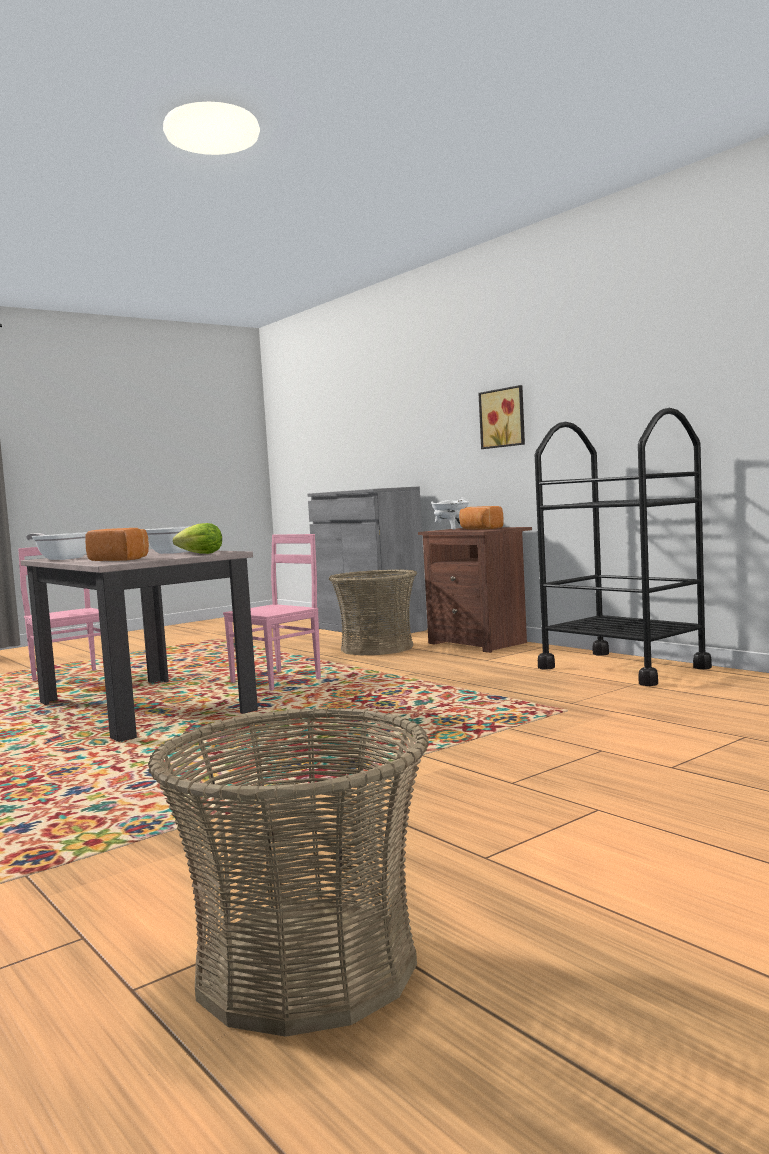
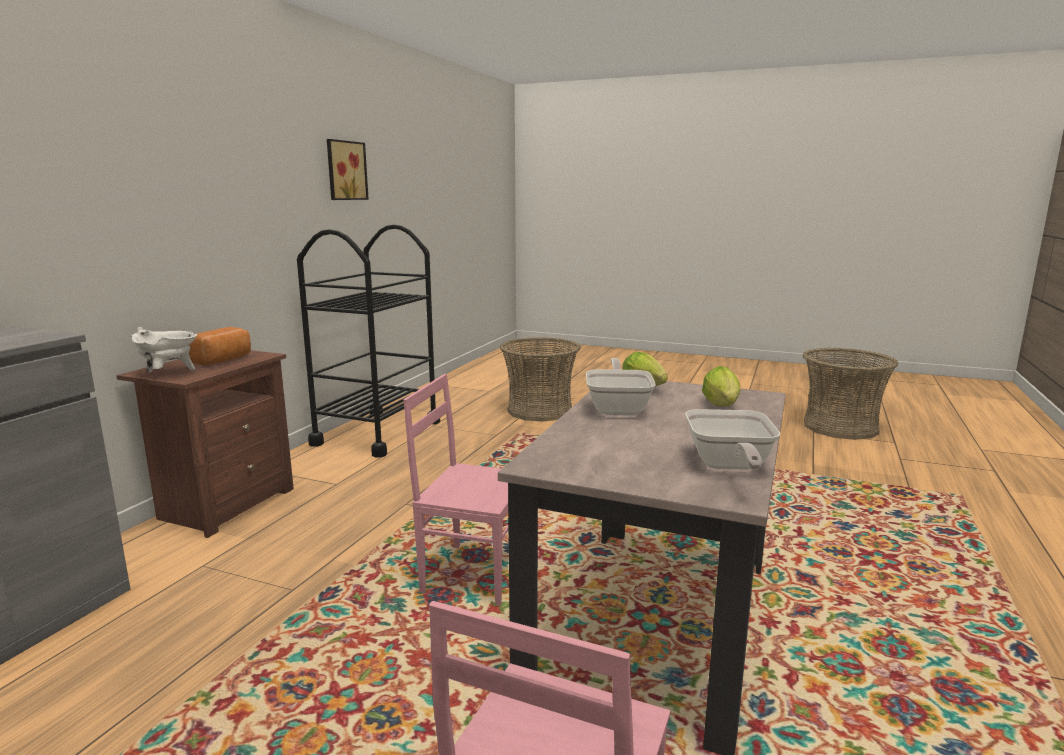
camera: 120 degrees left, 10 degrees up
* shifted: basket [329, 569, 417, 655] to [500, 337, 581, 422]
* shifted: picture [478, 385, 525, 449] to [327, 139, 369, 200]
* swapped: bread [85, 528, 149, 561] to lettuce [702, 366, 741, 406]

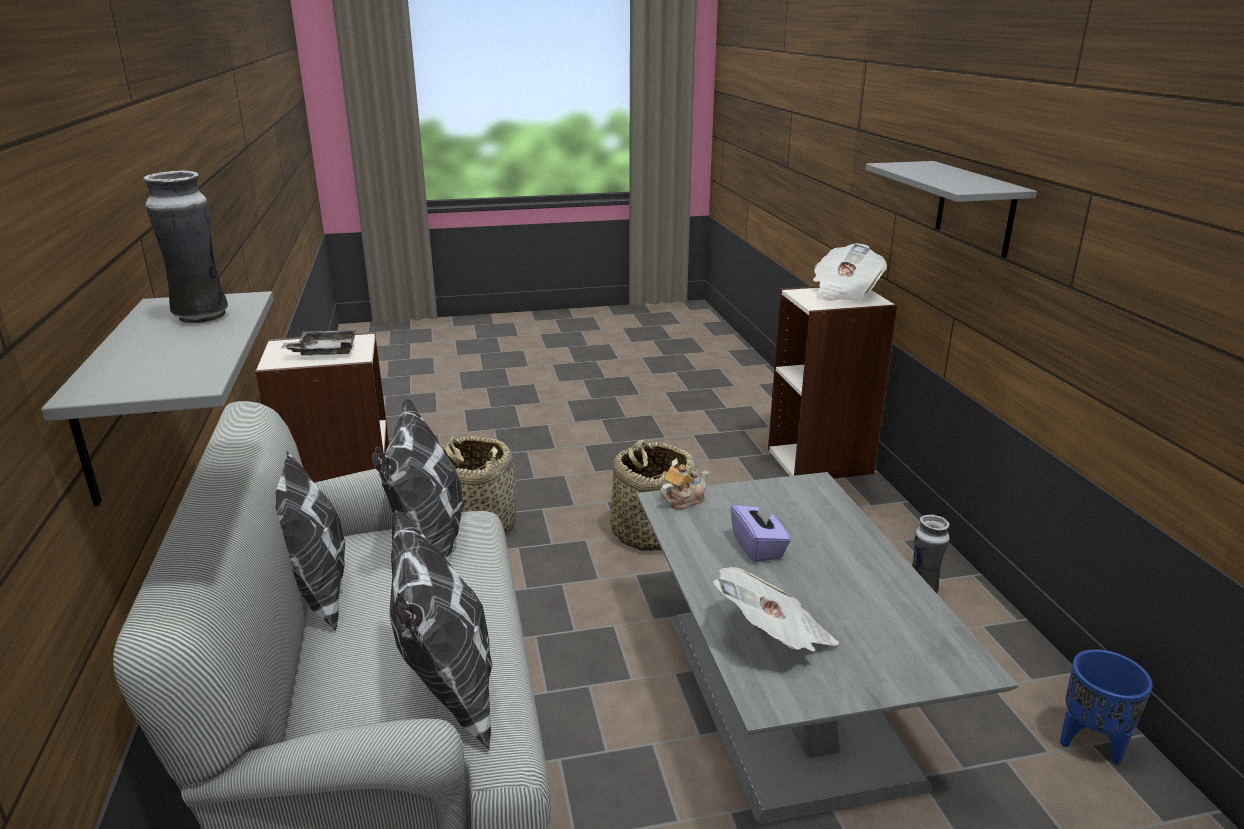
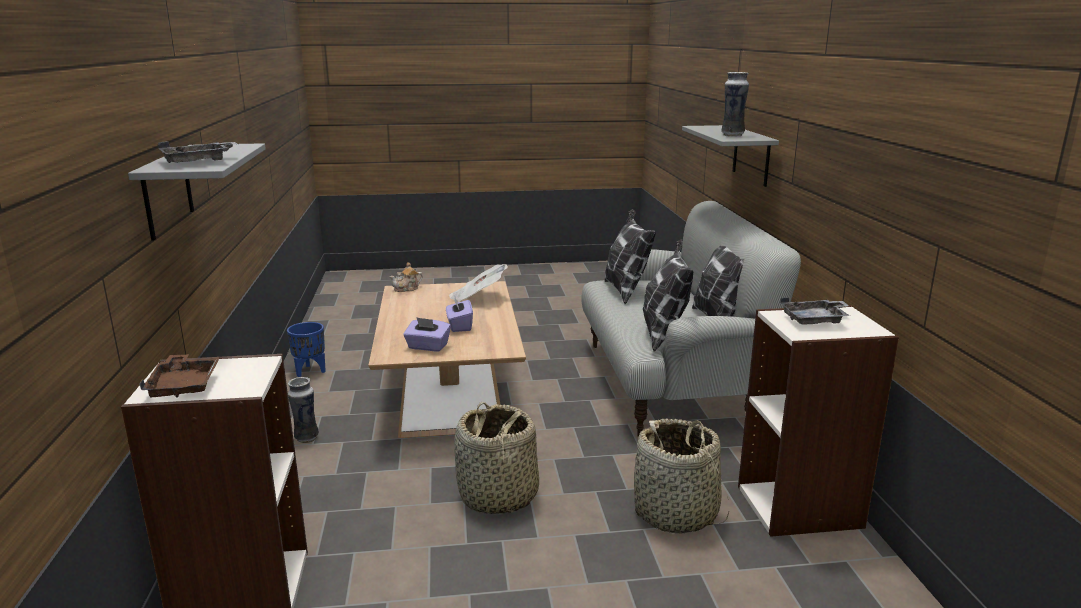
camera: 175 degrees left, 5 degrees down
* new: grey tray [158, 141, 237, 163]
* new: purple tissue box [403, 317, 451, 352]
* shifted: teapot [660, 464, 709, 510] to [390, 262, 423, 292]
* swapped: newspaper [813, 243, 887, 301] to brown tray [139, 354, 220, 398]
* repainted: grey coffee table [637, 472, 1019, 824] to brown coffee table [368, 281, 526, 438]

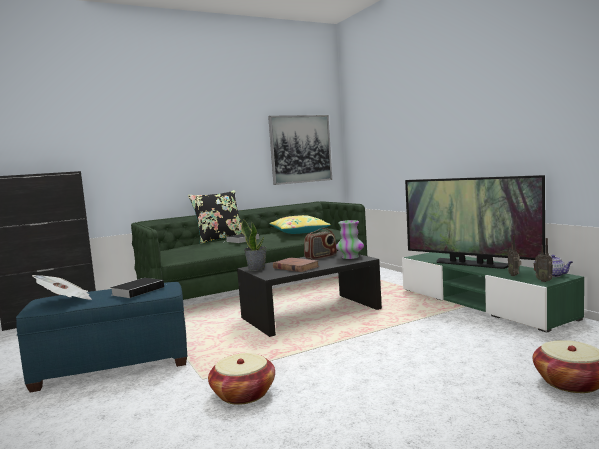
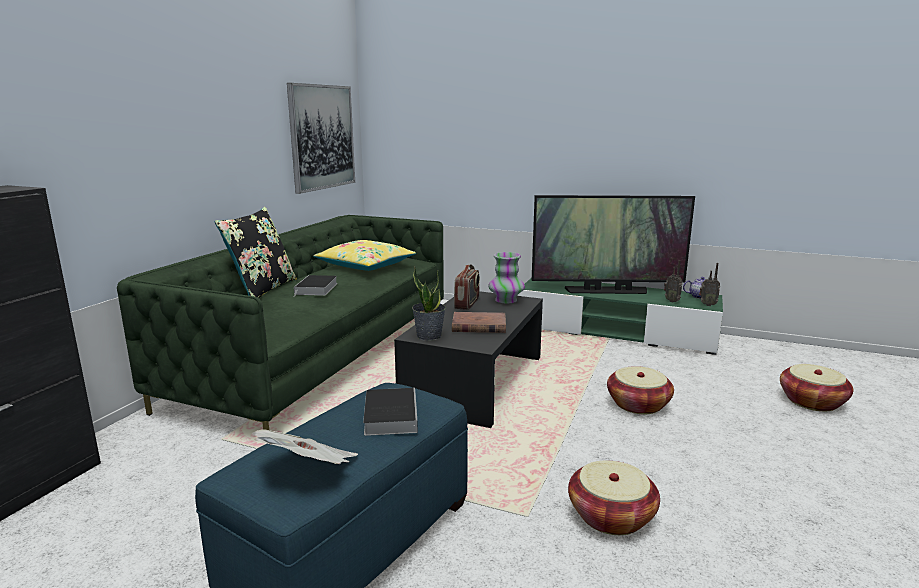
camera: 40 degrees left, 10 degrees up
* new: basket [607, 366, 674, 414]

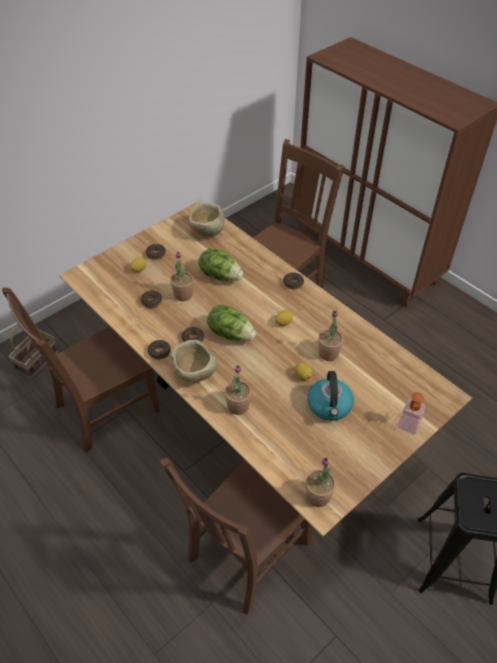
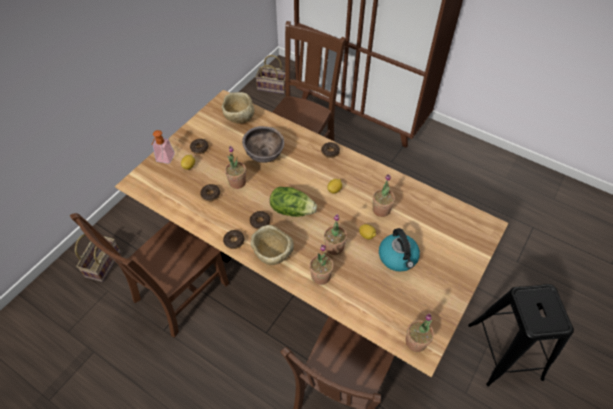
camera: 15 degrees left, 5 degrees up
* new: basket [255, 55, 285, 94]
* new: potted plant [324, 214, 347, 255]
* shifted: soap dispenser [397, 392, 425, 434] to [152, 130, 175, 164]
* swapped: lettuce [198, 248, 244, 281] to brown bowl [242, 126, 284, 163]

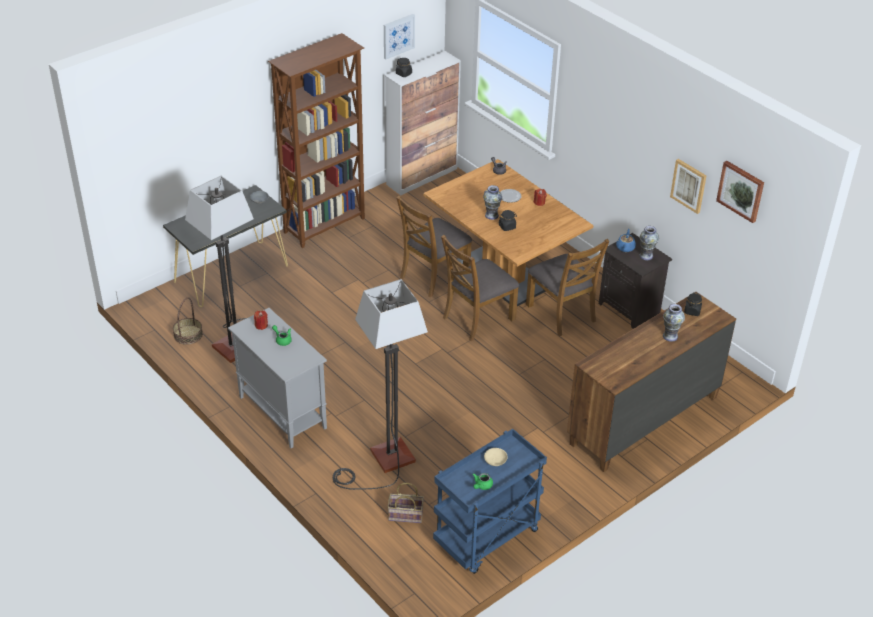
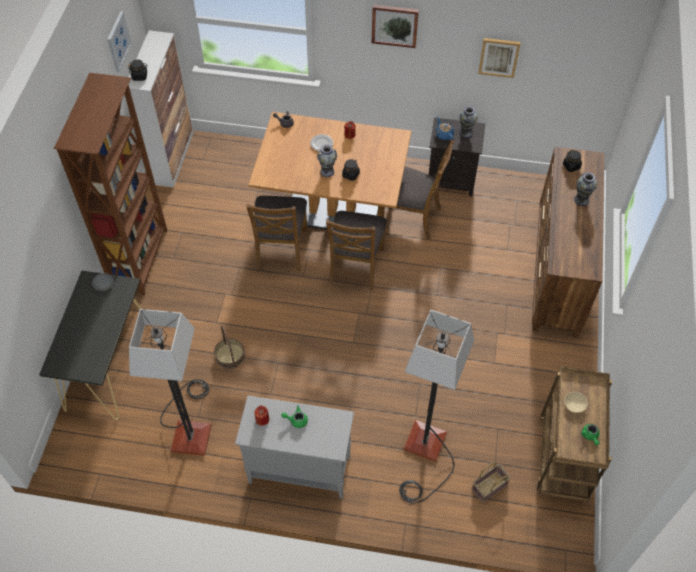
camera: 40 degrees left, 15 degrees up
* shifted: basket [173, 297, 203, 345] to [214, 325, 245, 369]
* shifted: picture [716, 161, 764, 223] to [372, 4, 419, 48]
* repainted: blue cart [433, 429, 547, 574] to brown cart [537, 367, 612, 502]

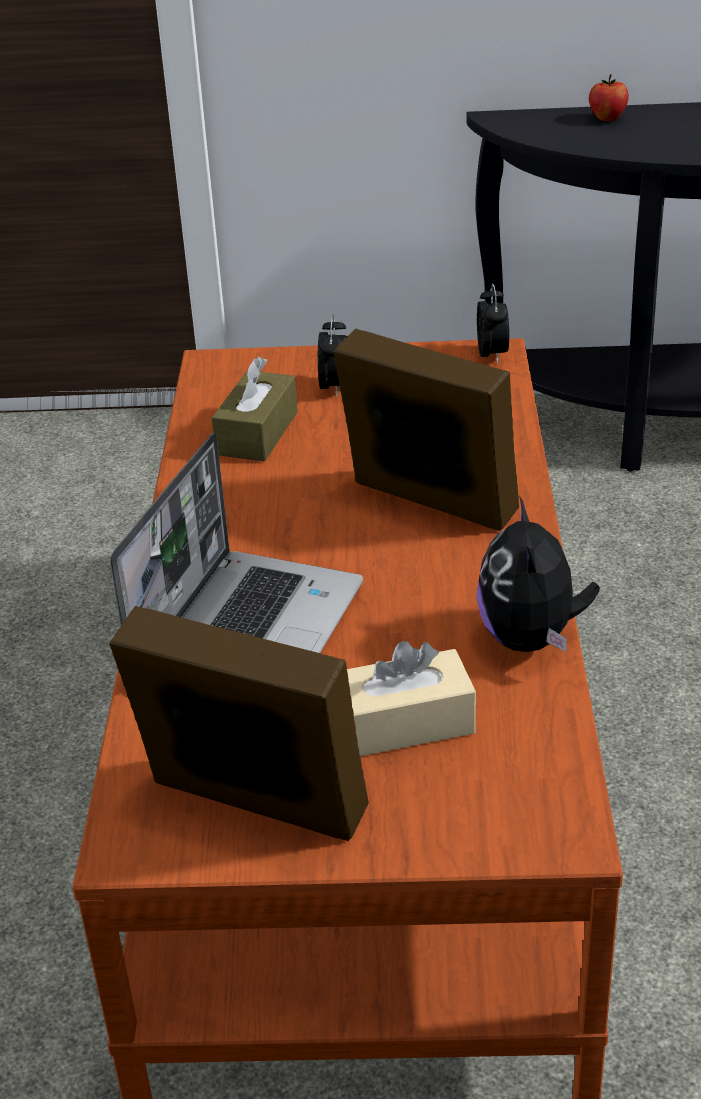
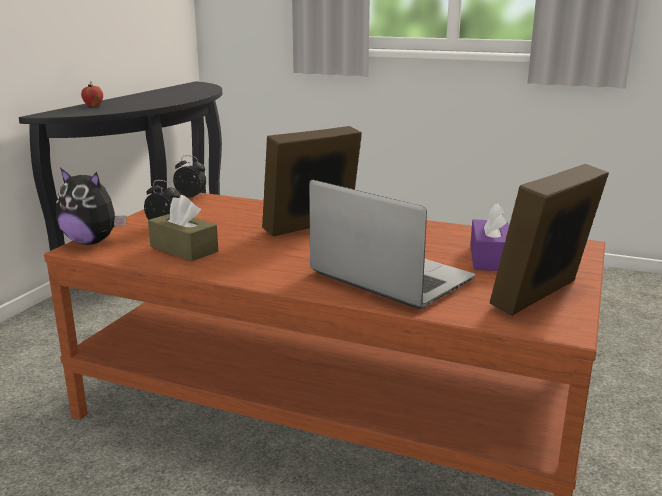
camera: 70 degrees left, 15 degrees down
* shifted: plush toy [476, 496, 600, 652] to [56, 168, 126, 245]
* repainted: beige tissue box [347, 641, 476, 756] to purple tissue box [470, 203, 509, 271]

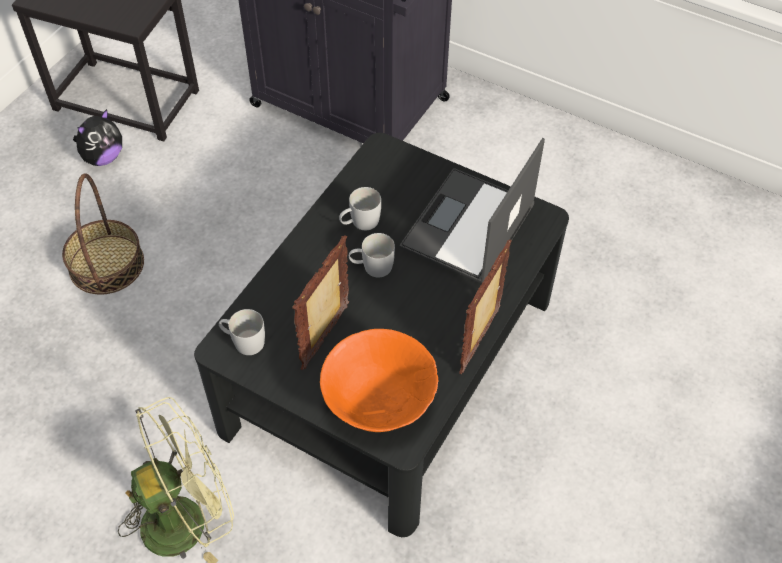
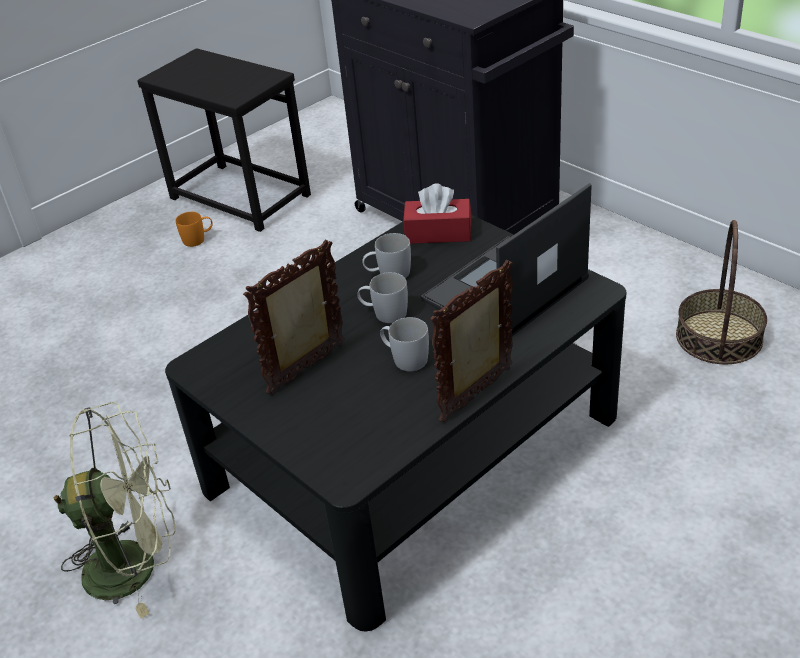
camera: 20 degrees right, 15 degrees down
* gone: orange bowl [320, 329, 439, 432]
* new: red tissue box [403, 184, 471, 244]
* shifted: basket [62, 173, 144, 295] to [676, 220, 767, 365]
* shifted: white mug [219, 309, 265, 355] to [380, 317, 429, 371]
* swapped: plush toy [73, 109, 122, 166] to orange mug [176, 212, 213, 247]

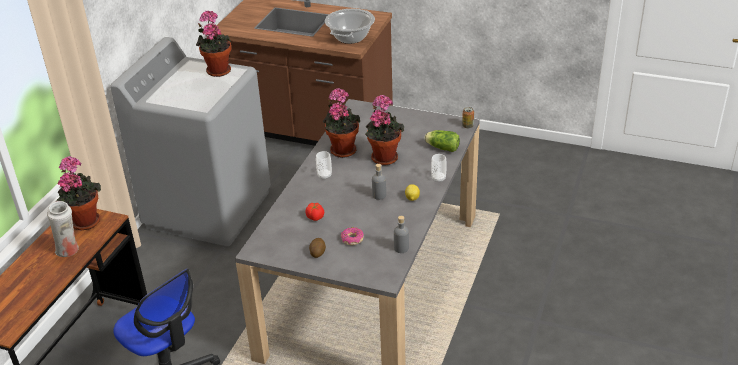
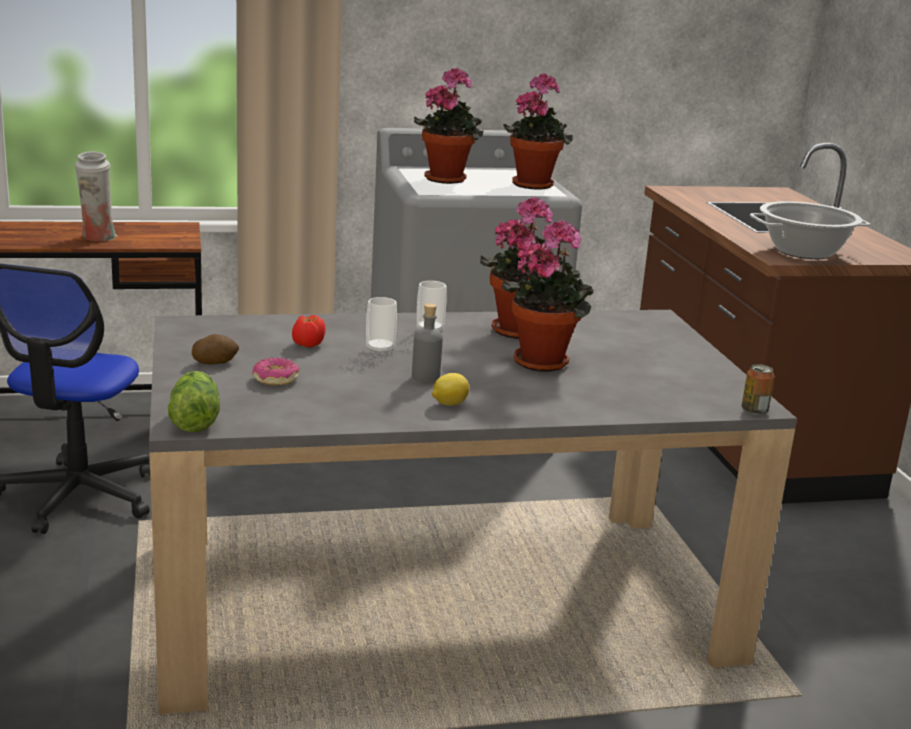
camera: 55 degrees right, 15 degrees down
* gone: grey bottle [394, 216, 409, 253]
* shifted: potted plant [56, 156, 101, 231] to [414, 67, 483, 184]
* shifted: lettuce [425, 130, 460, 152] to [168, 371, 220, 432]
* shifted: cup [431, 154, 447, 182] to [366, 297, 397, 354]

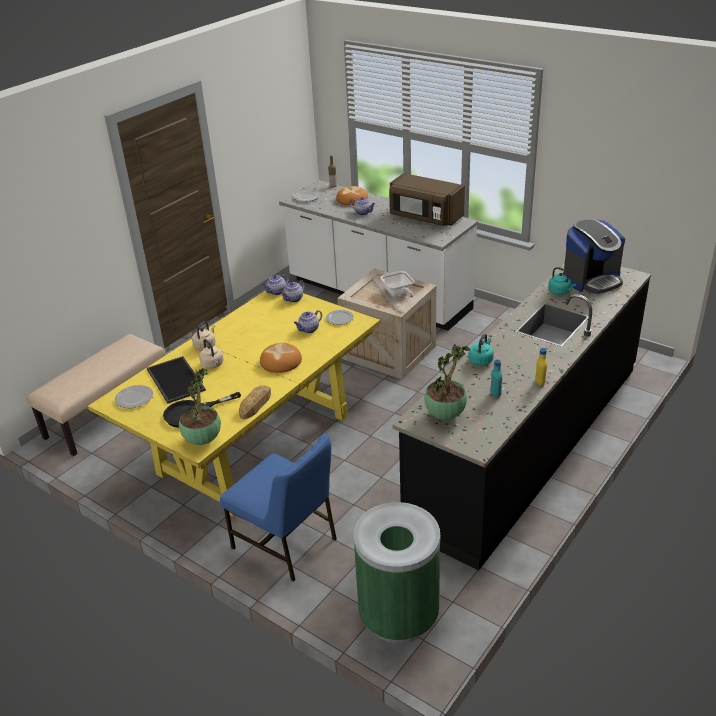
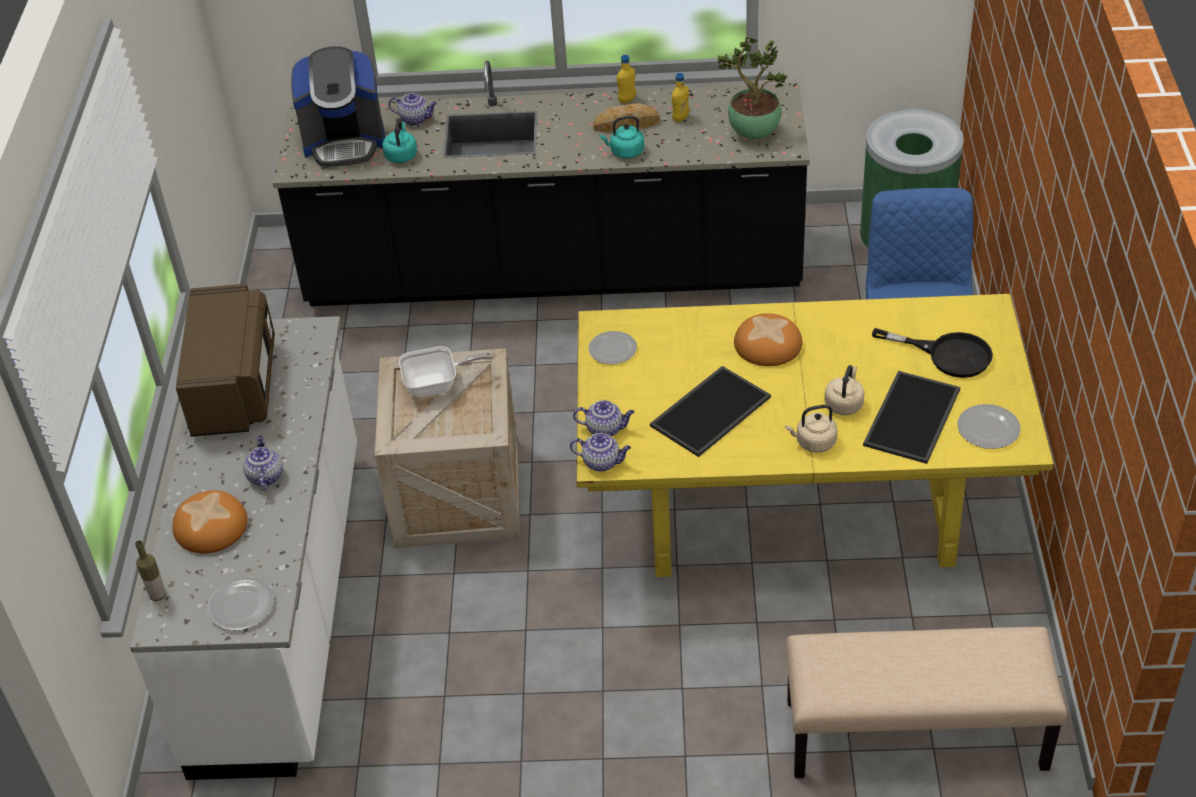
camera: 125 degrees left, 10 degrees up
* gone: potted plant [179, 368, 221, 445]
* new: tray [650, 366, 771, 457]
* shifted: bread [239, 385, 271, 419] to [593, 103, 660, 132]
* shifted: teapot [294, 310, 322, 333] to [388, 93, 437, 125]
* repainted: turquoise bottle [491, 360, 502, 398] to yellow bottle [672, 73, 689, 122]
* rotated: frying pan [381, 271, 414, 298] = [399, 346, 492, 397] 45 degrees clockwise
* rotated: coffee machine [563, 219, 625, 294] = [291, 46, 385, 167] 150 degrees clockwise

